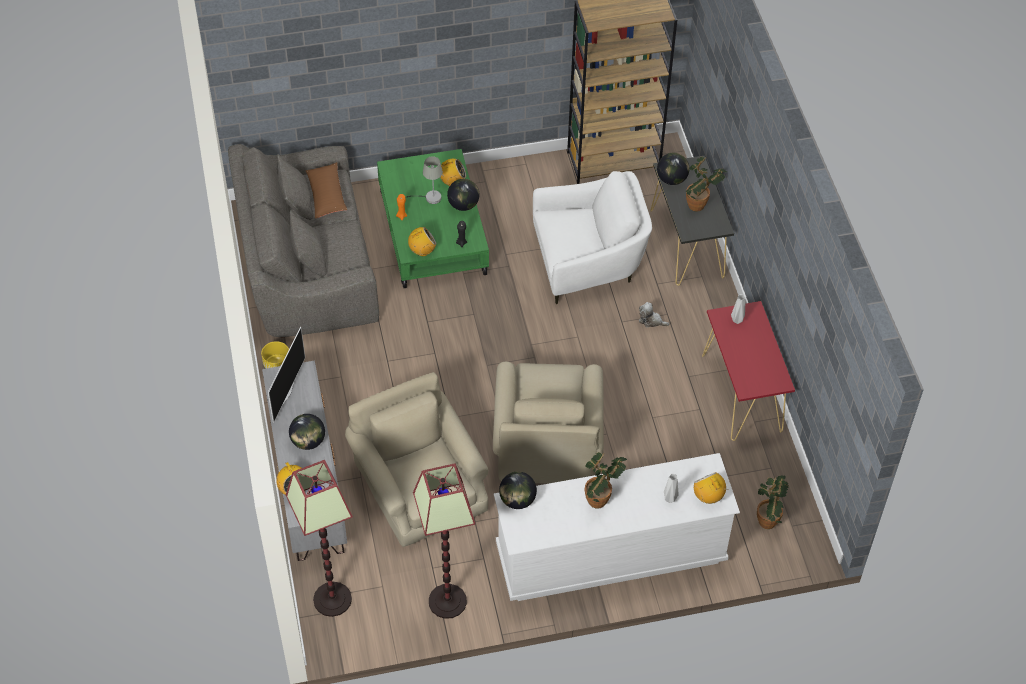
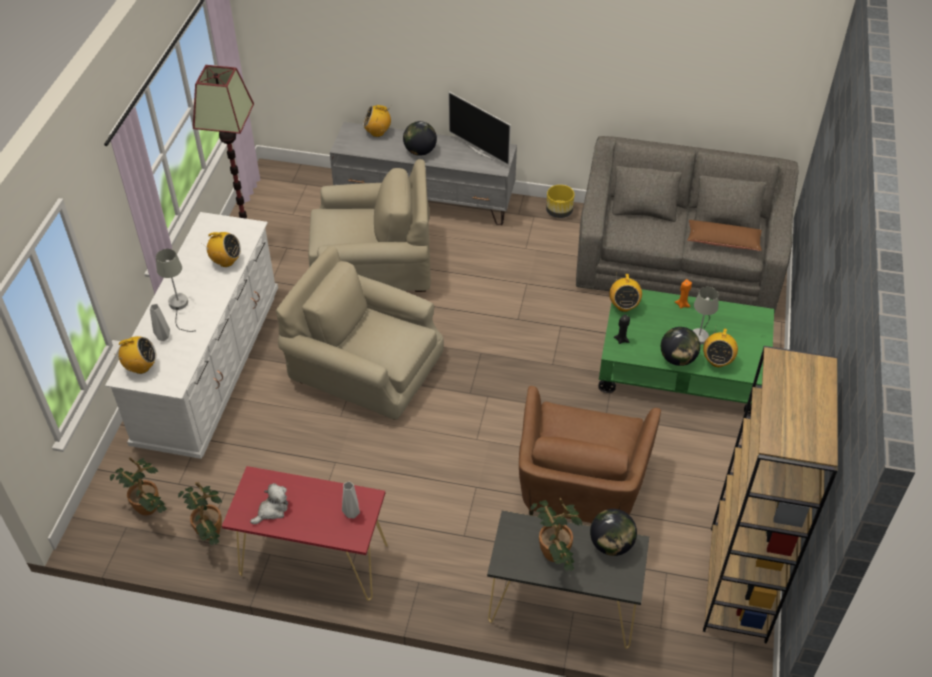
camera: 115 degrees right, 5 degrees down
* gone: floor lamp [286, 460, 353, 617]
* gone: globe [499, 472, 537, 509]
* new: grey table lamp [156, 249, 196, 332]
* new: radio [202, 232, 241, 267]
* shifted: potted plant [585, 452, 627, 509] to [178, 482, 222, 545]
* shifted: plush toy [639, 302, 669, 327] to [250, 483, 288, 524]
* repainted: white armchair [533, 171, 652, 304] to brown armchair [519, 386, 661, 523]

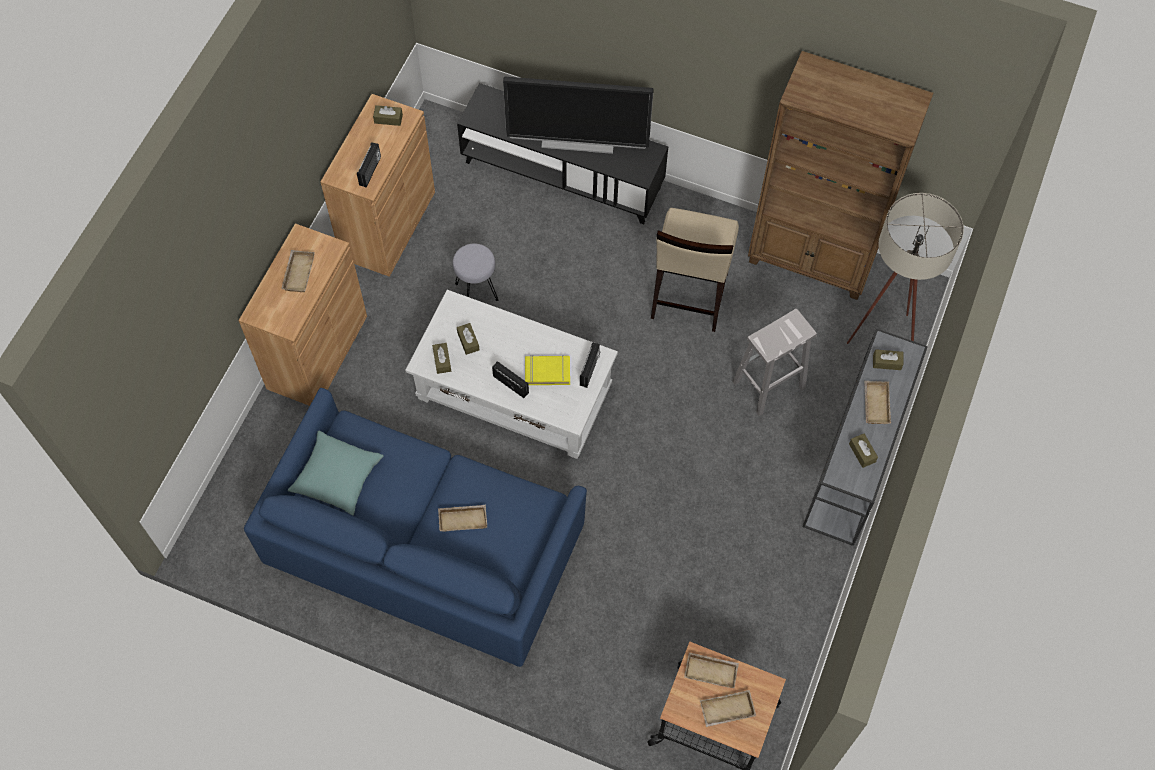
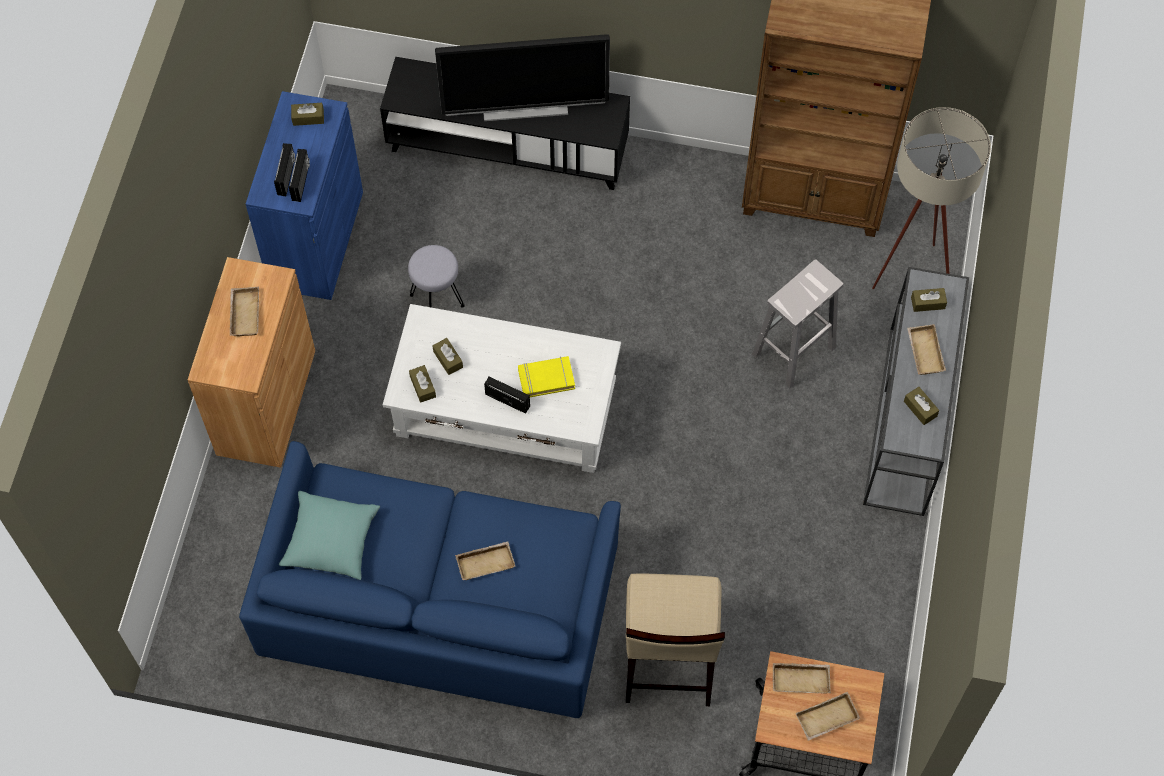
camera: 10 degrees left, 0 degrees up
* shifted: radio [580, 342, 600, 388] to [274, 143, 295, 196]
* shifted: beige stool [651, 208, 739, 332] to [626, 574, 725, 706]
* repainted: brown cabinet [320, 94, 435, 277] to blue cabinet [246, 91, 363, 300]

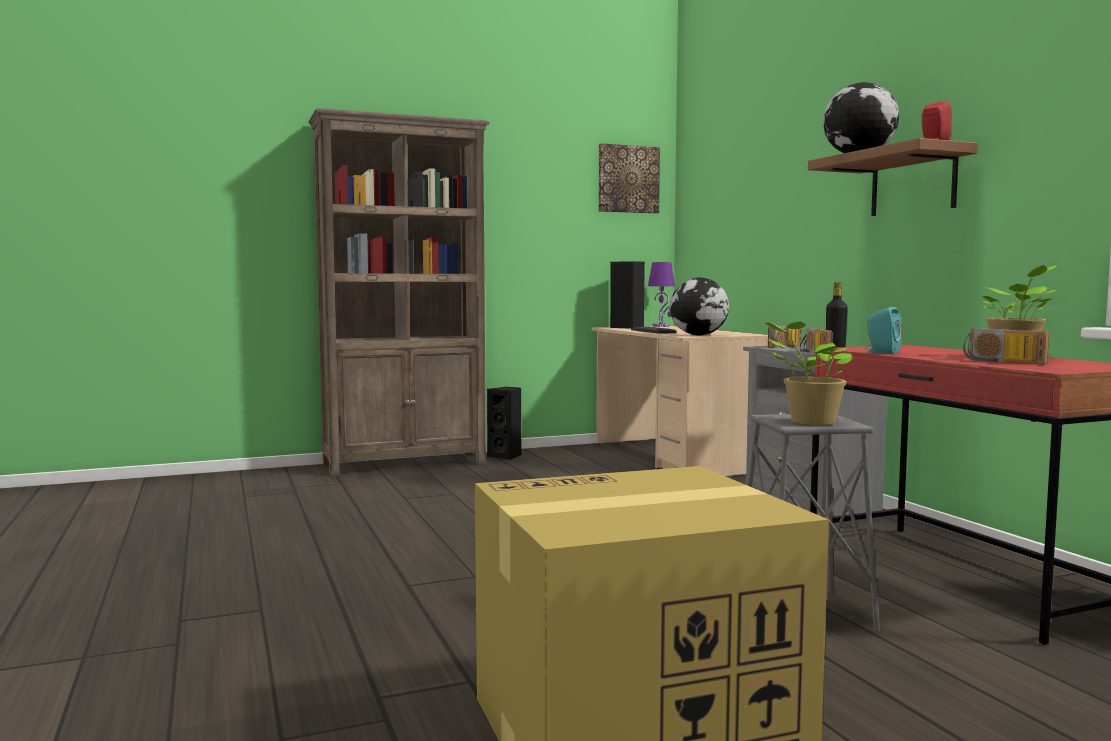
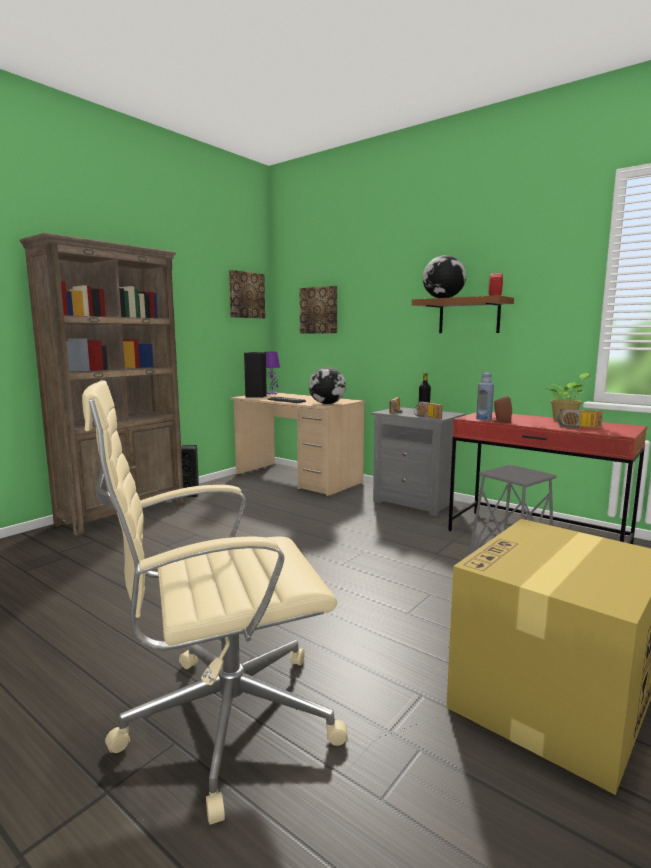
camera: 30 degrees left, 5 degrees up
* gone: potted plant [764, 321, 852, 425]
* new: beige office chair [82, 380, 348, 824]
* new: picture [299, 286, 337, 333]
* new: blue bottle [476, 372, 494, 420]
* repainted: turquoise speaker [865, 307, 902, 354] to brown speaker [492, 396, 512, 423]

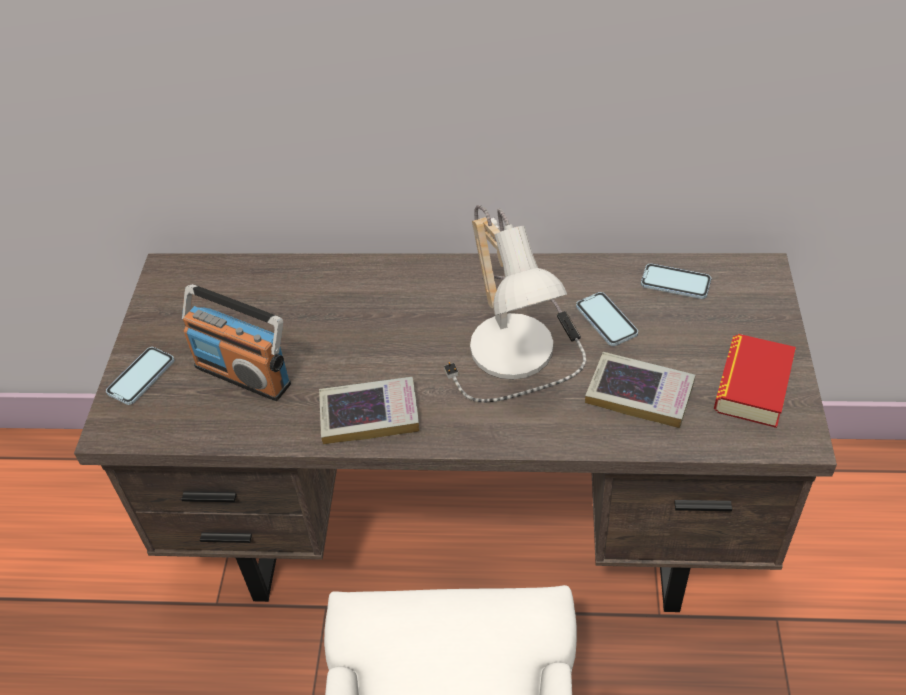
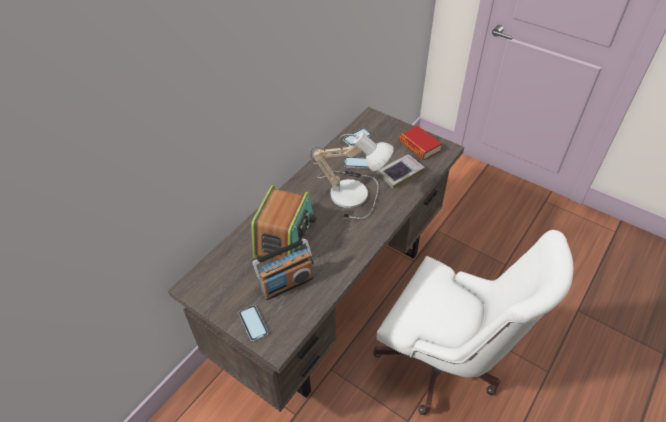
camera: 60 degrees left, 0 degrees up
* gone: book [319, 377, 420, 445]
* new: radio [251, 185, 317, 260]

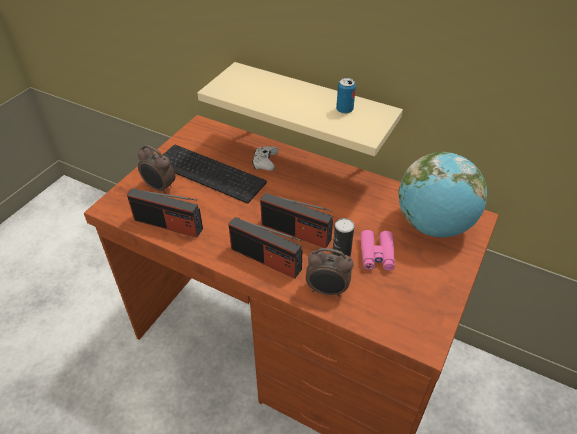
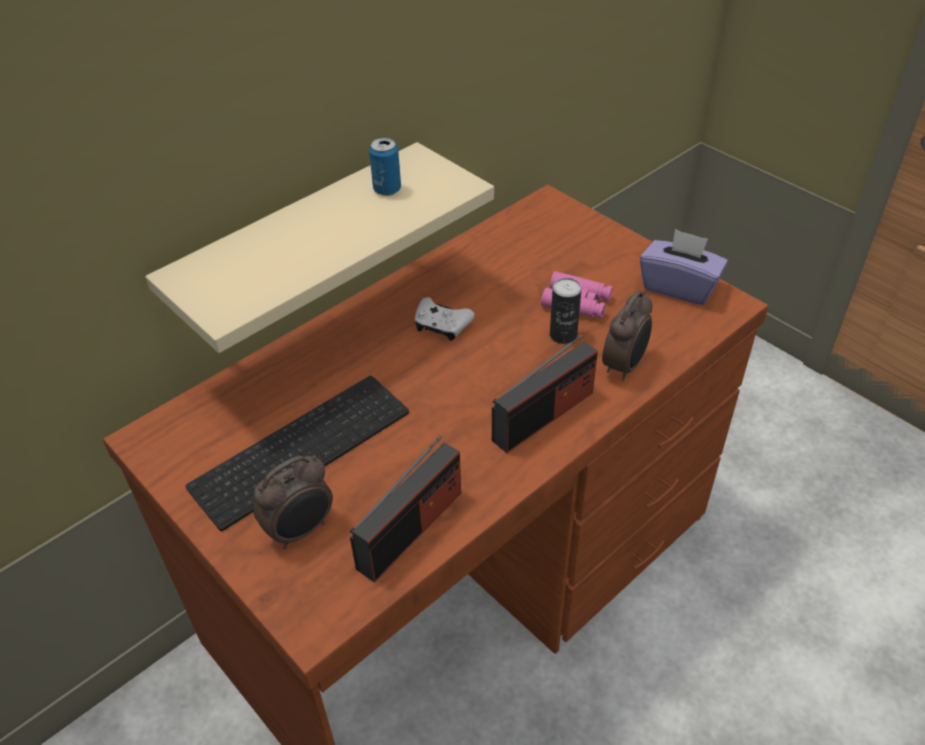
camera: 70 degrees left, 0 degrees up
* gone: radio [260, 193, 333, 248]
* gone: globe [398, 152, 488, 237]
* new: purple tissue box [640, 229, 728, 305]
* shifted: white game controller [252, 146, 279, 171] to [414, 297, 475, 341]

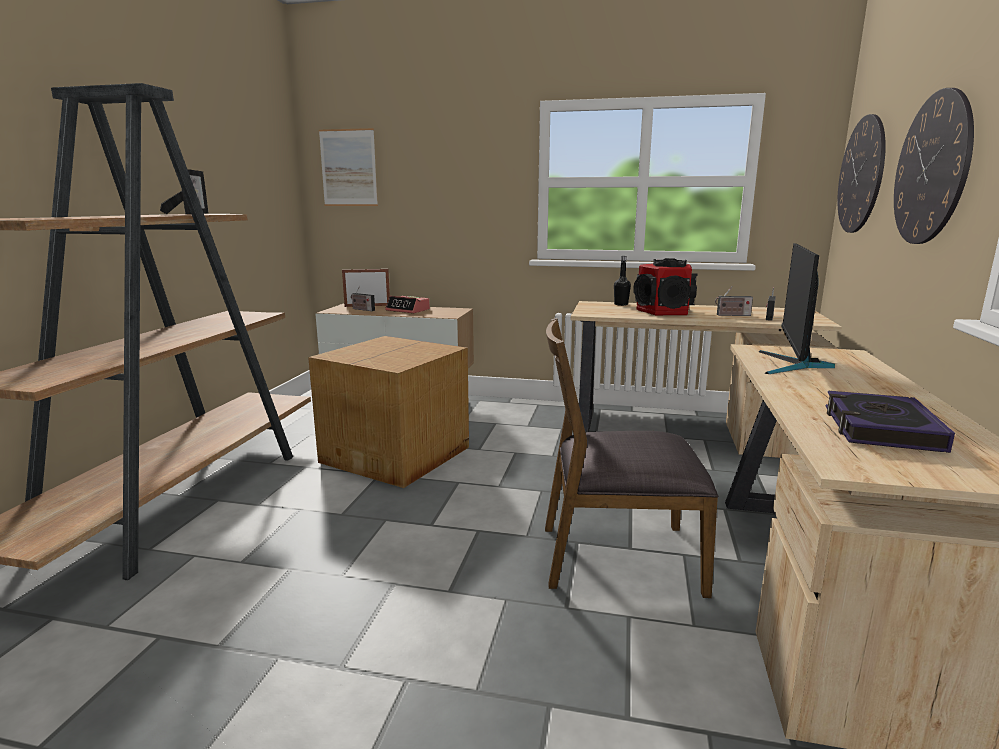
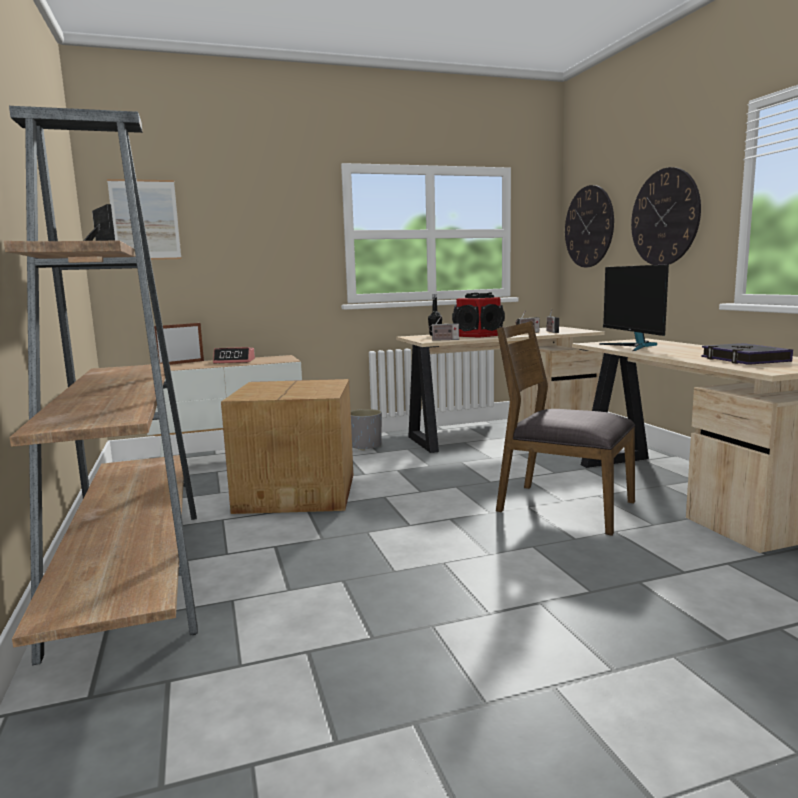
camera: 30 degrees left, 5 degrees down
* new: grey planter [351, 409, 382, 451]
* shifted: radio [351, 285, 375, 311] to [429, 315, 459, 341]
* rotated: brown chair [545, 318, 718, 598] = [496, 321, 635, 536] 60 degrees clockwise

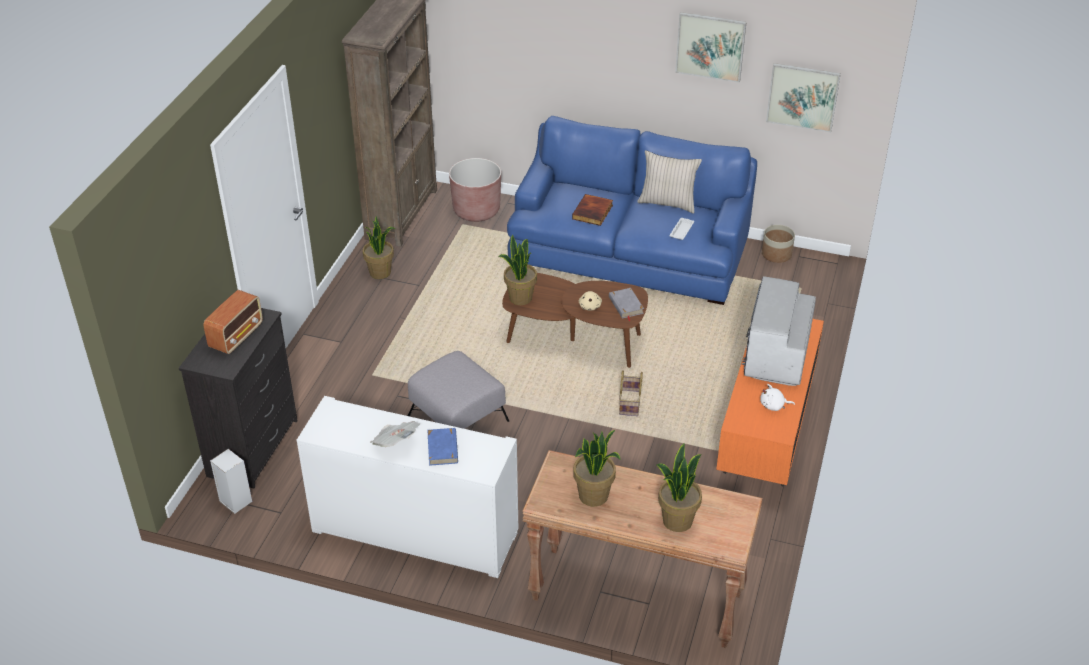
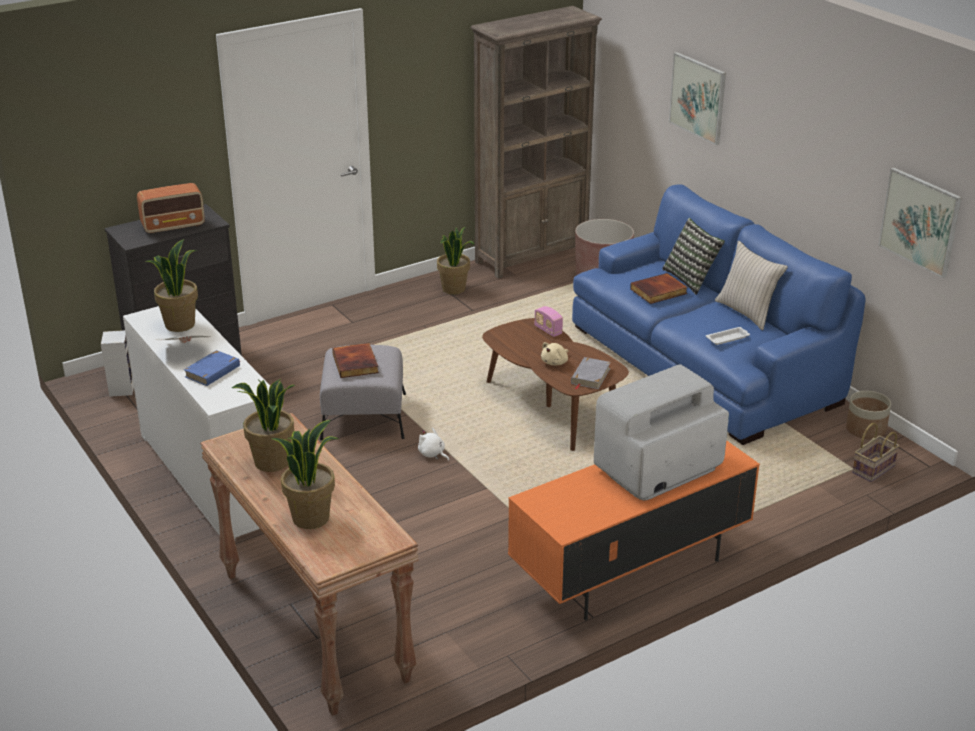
camera: 40 degrees right, 10 degrees down
* new: book [332, 343, 379, 378]
* new: radio [534, 306, 563, 337]
* new: pillow [662, 218, 725, 295]
* shifted: potted plant [498, 235, 537, 305] to [146, 239, 198, 332]
* shifted: basket [619, 370, 643, 416] to [852, 423, 899, 482]
* shifted: picture [675, 12, 747, 83] to [669, 52, 726, 145]
* shifted: white plush toy [760, 384, 795, 411] to [418, 427, 449, 461]

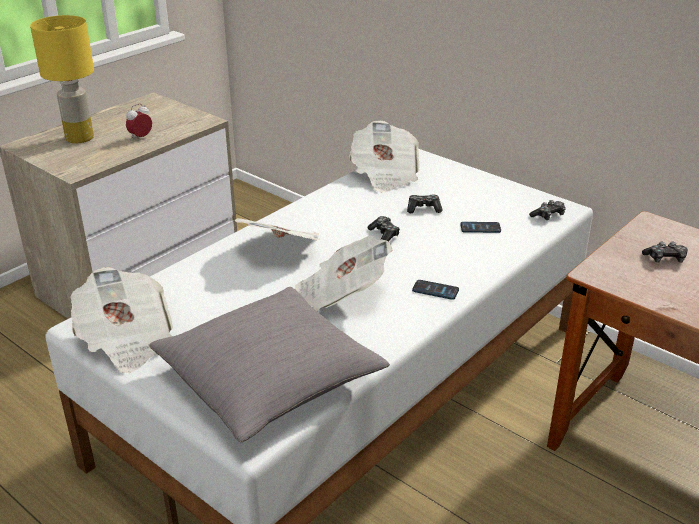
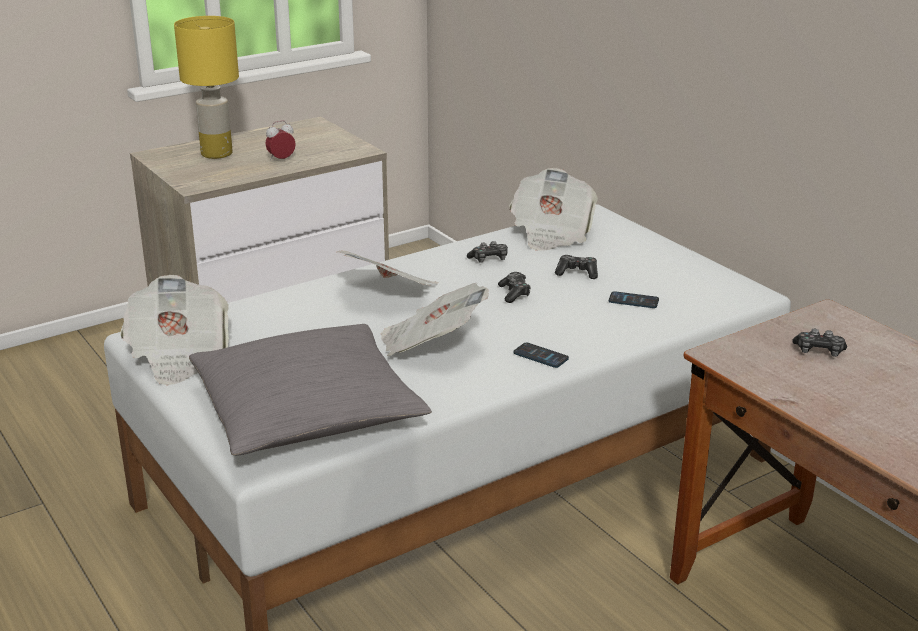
camera: 15 degrees right, 5 degrees down
* shifted: game controller [529, 200, 566, 220] to [467, 241, 508, 263]

